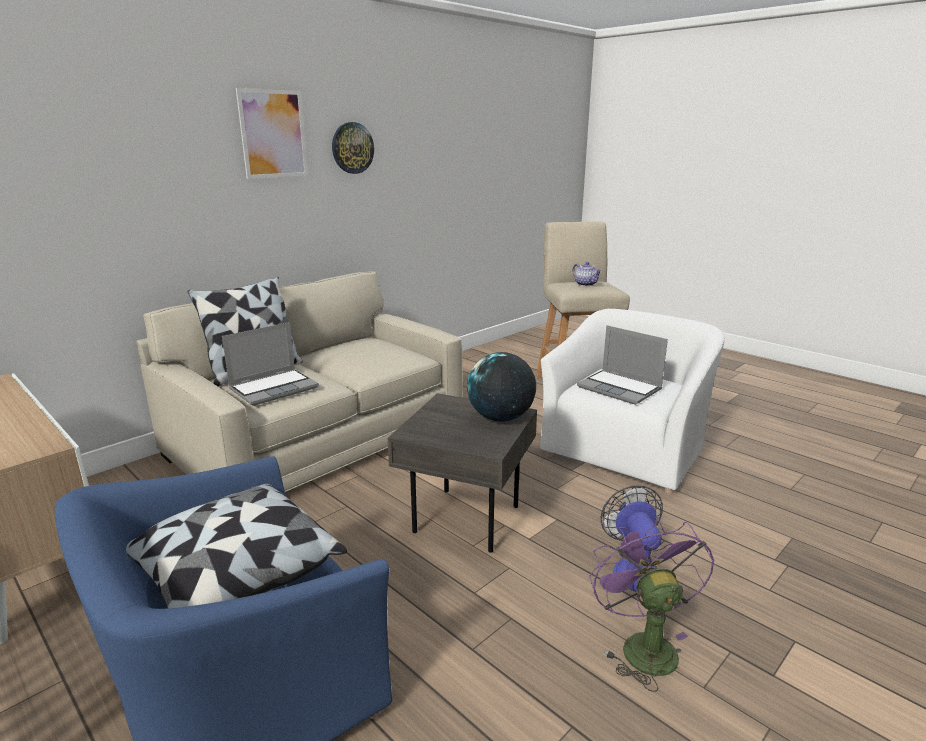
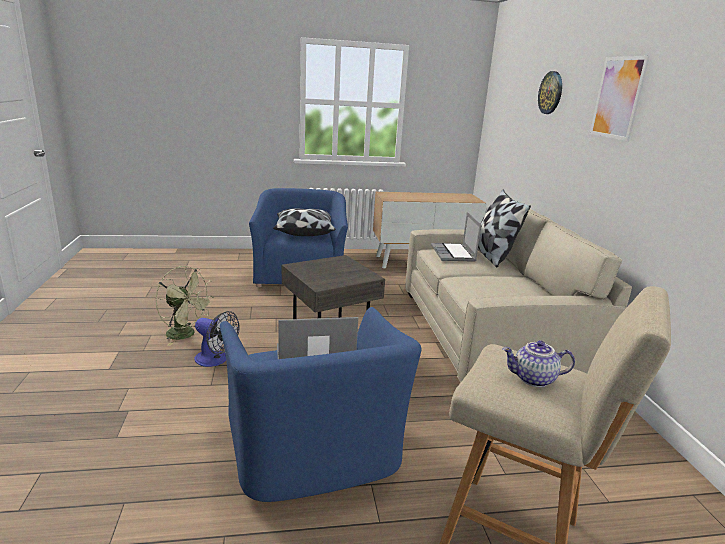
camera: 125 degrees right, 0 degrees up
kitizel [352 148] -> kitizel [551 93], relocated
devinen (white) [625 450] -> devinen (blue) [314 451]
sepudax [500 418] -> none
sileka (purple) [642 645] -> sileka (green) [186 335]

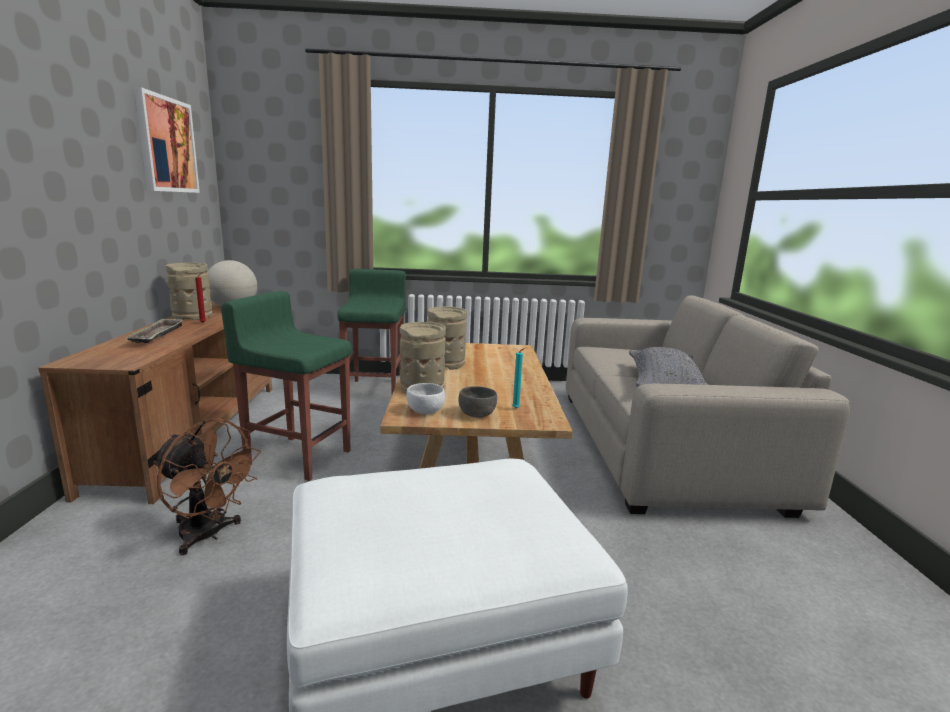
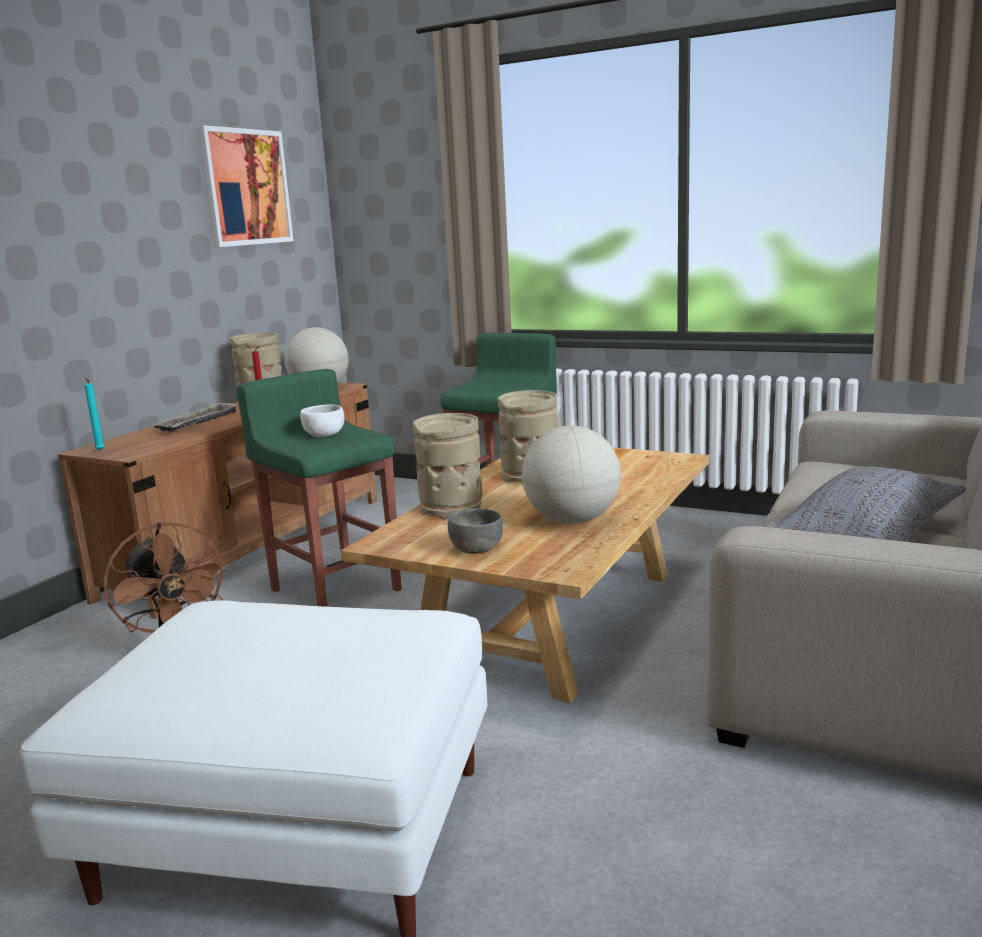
camera: 30 degrees right, 0 degrees up
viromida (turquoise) [516 409] -> viromida (turquoise) [99 450], relocated
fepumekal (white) [425 411] -> fepumekal (white) [324 435], relocated
none -> sepudax [572 521]

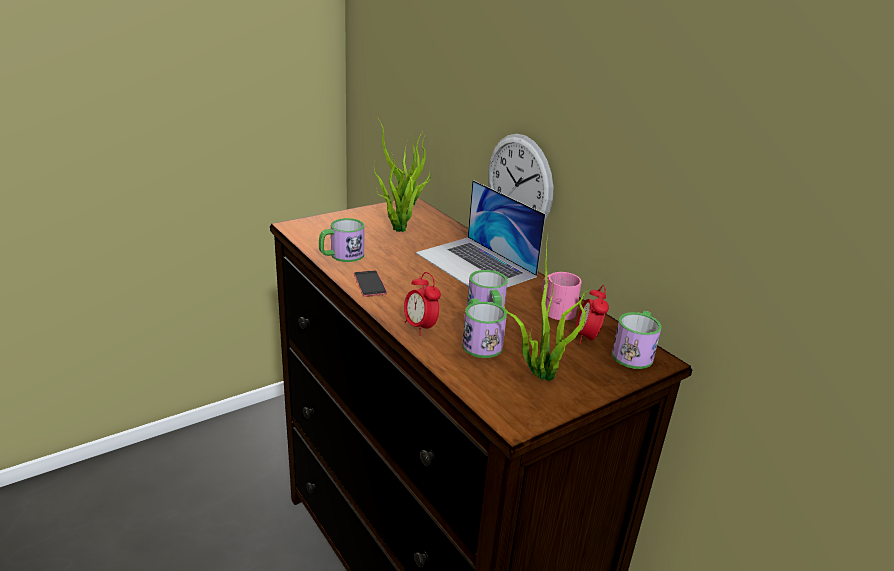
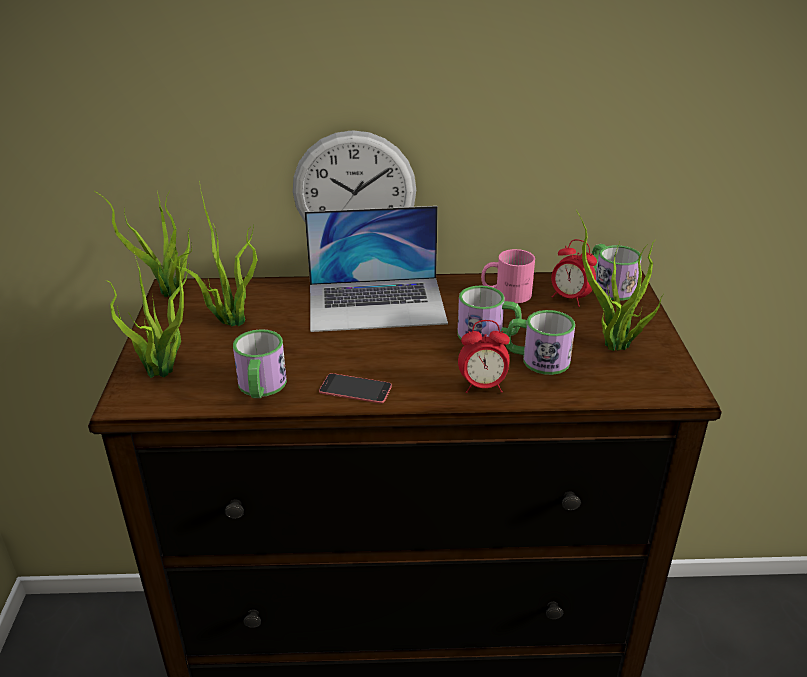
camera: 55 degrees left, 5 degrees up
none -> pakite [164 370]

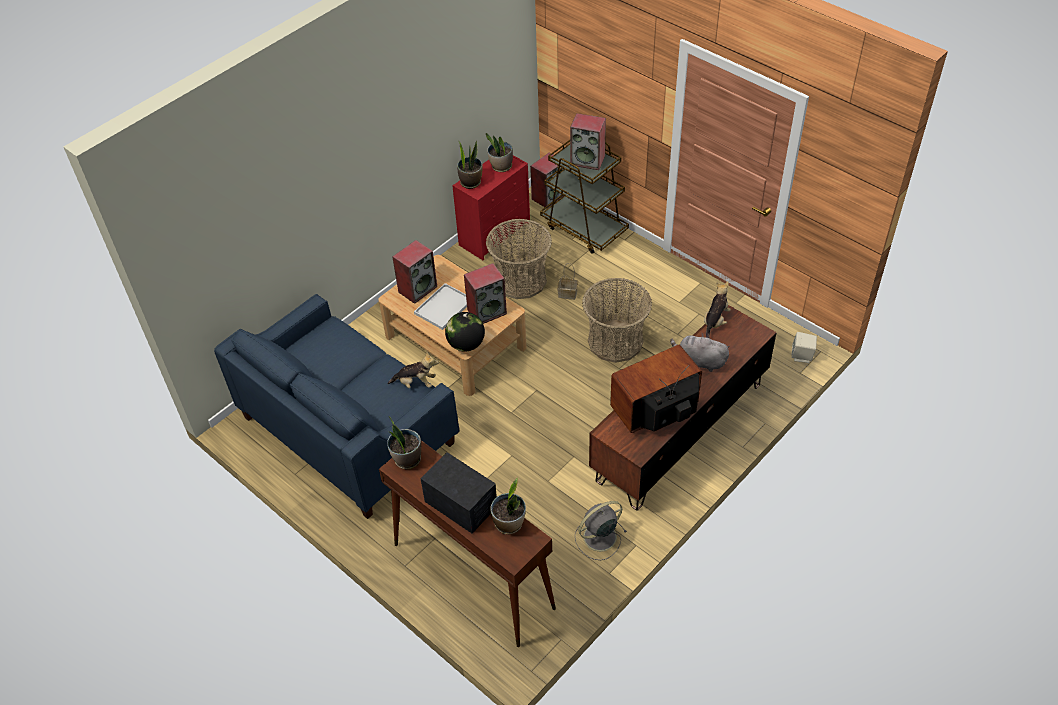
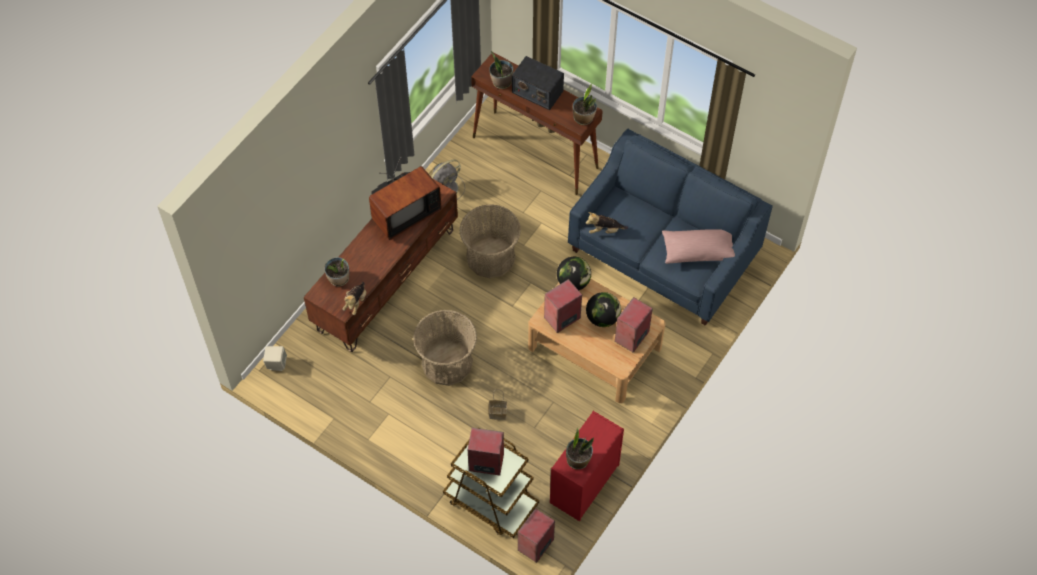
camera: 170 degrees right, 10 degrees up
pakite [470 182] -> pakite [339 279], relocated
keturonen [520 280] -> keturonen [491 257], relocated
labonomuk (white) [443 308] -> sepudax [602 318]
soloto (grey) [699 361] -> none
none -> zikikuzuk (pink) [698 251]

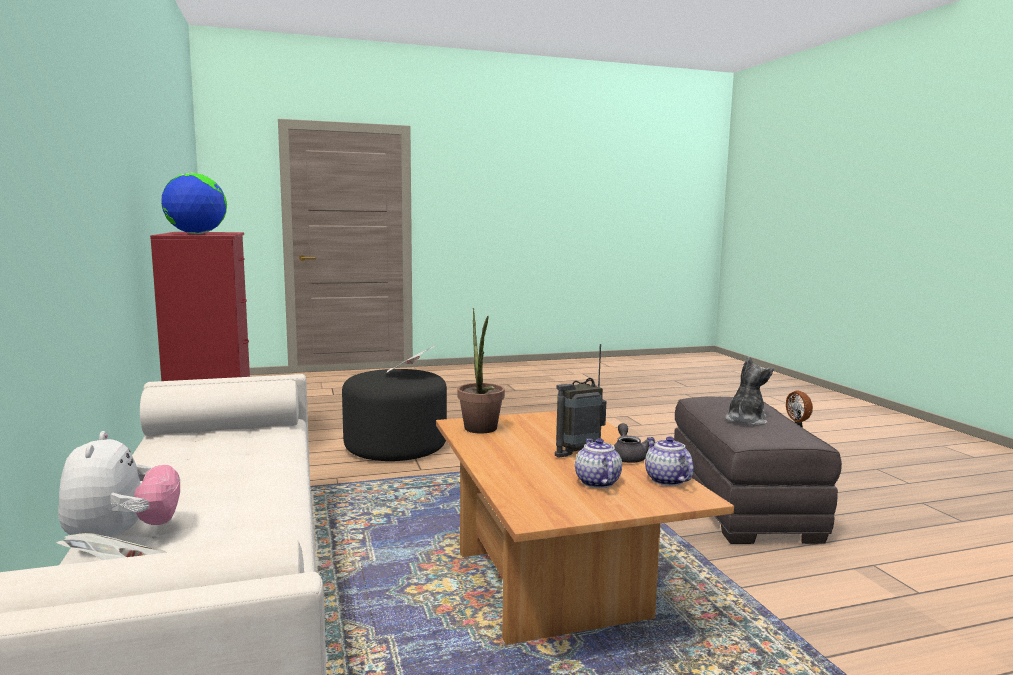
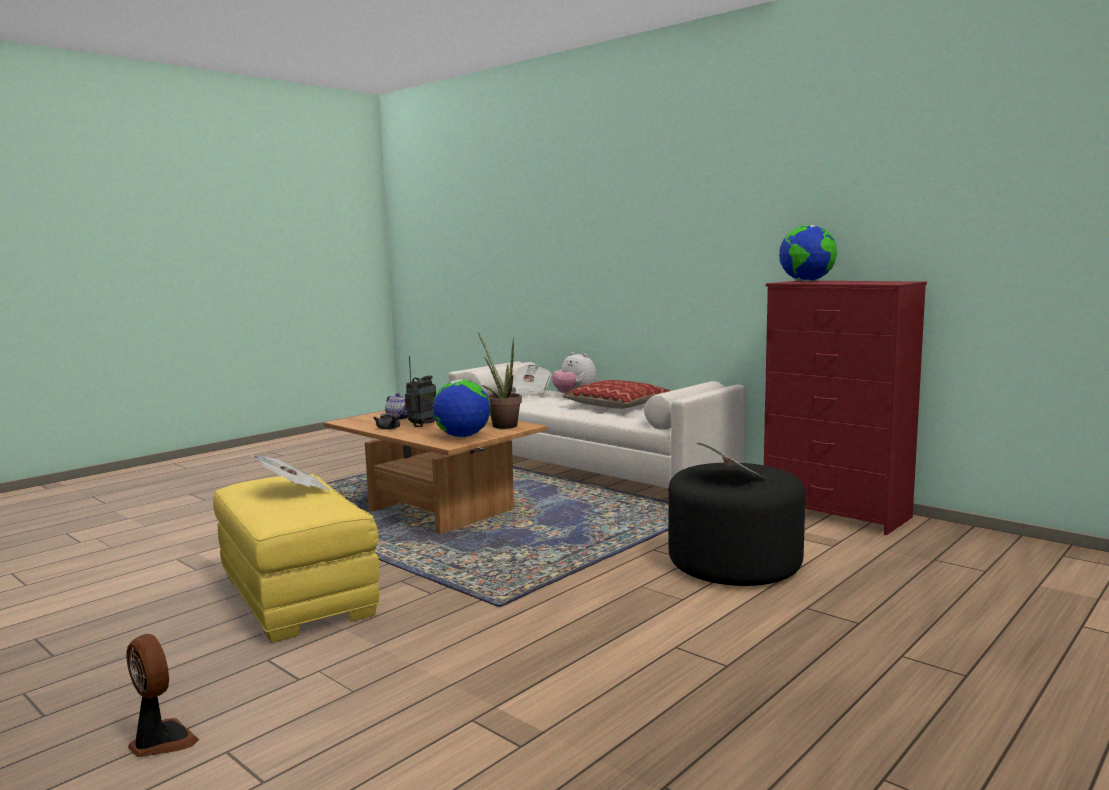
camera: 150 degrees right, 0 degrees up
soloto [746 420] -> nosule [294 492]
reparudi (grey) [744 505] -> reparudi (yellow) [295 594]
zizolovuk [666 479] -> none
none -> sepudax [462 436]
none -> zikikuzuk [617 405]

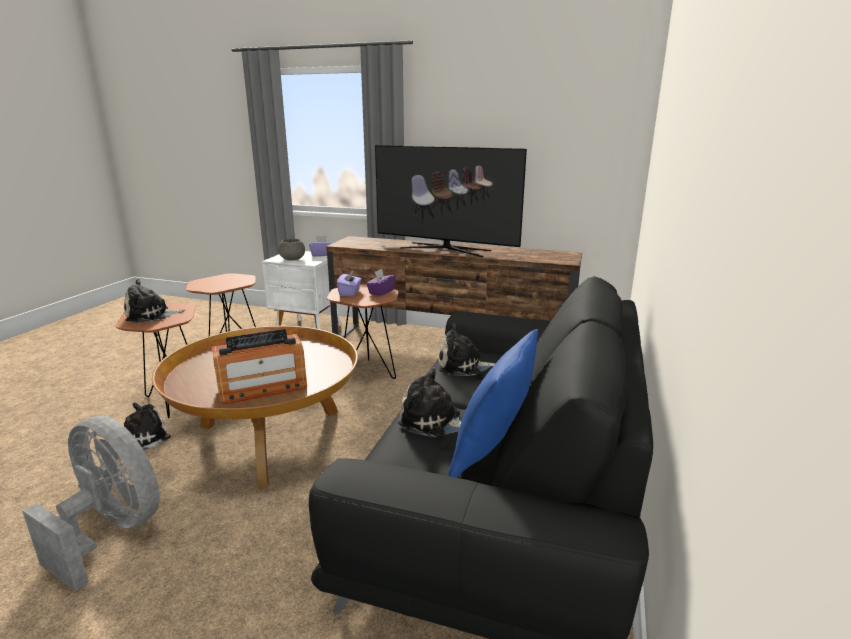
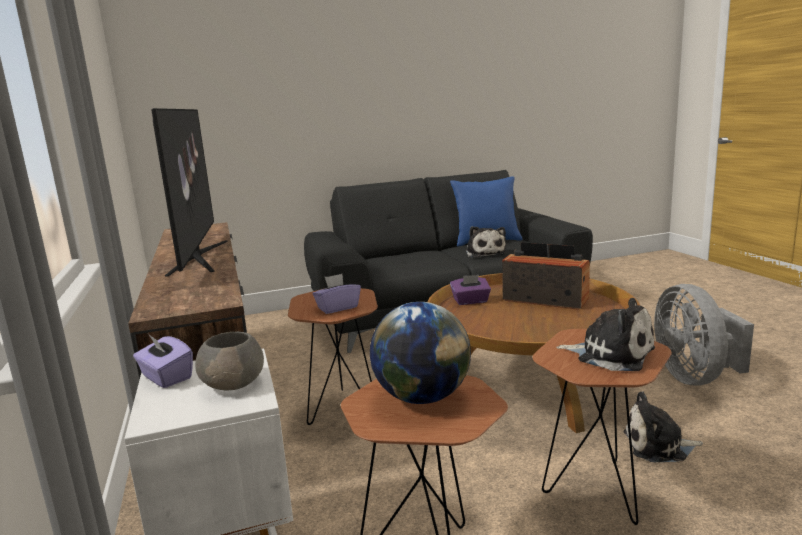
camera: 125 degrees left, 5 degrees down
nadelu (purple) [381 292] -> nadelu (purple) [471 301], relocated
soloto [463 366] -> none
none -> sepudax [422 397]

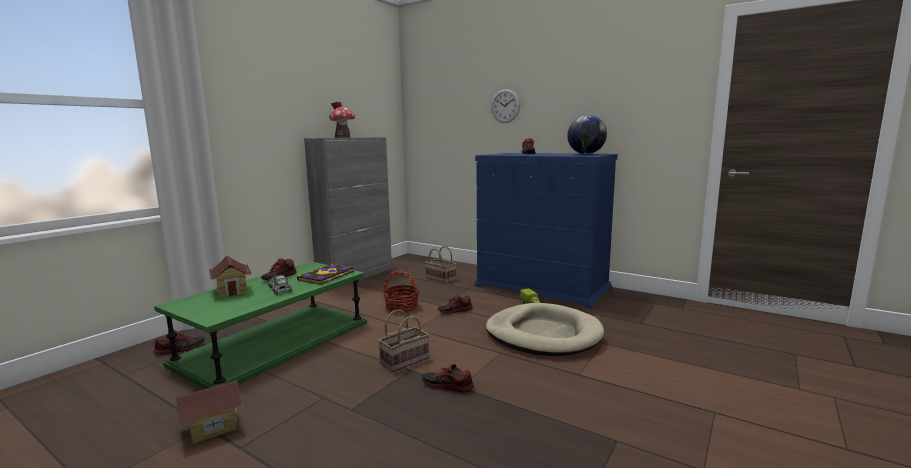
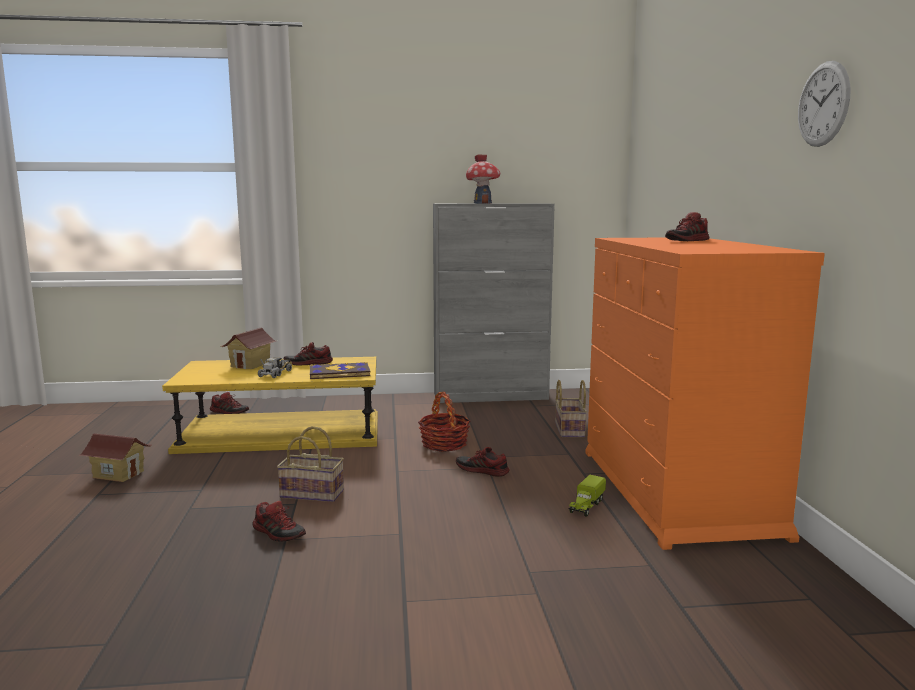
camera: 50 degrees right, 0 degrees up
kitizel [505 106] -> kitizel [823 104], relocated
sepudax [586 154] -> none
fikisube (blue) [542 287] -> fikisube (orange) [676 491]
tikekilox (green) [275 343] -> tikekilox (yellow) [280 433]
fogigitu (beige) [543 334] -> none
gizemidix [448 386] -> gizemidix [279 533], 150 degrees clockwise

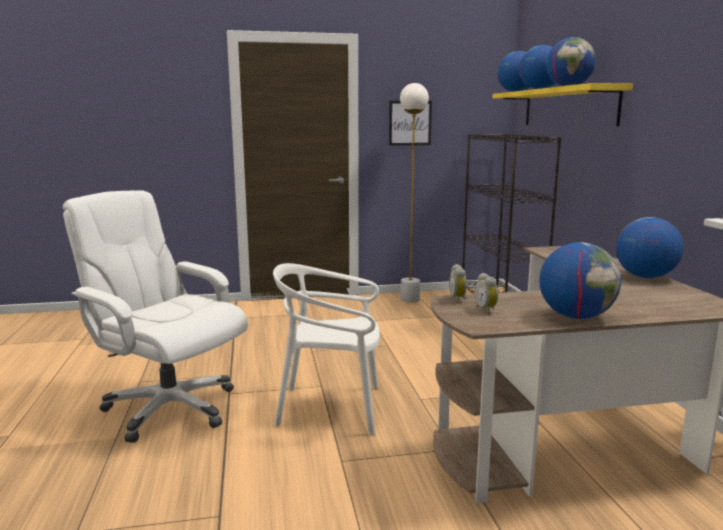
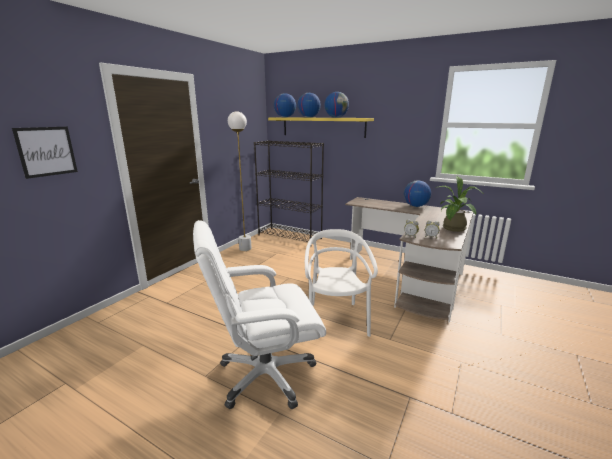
camera: 50 degrees left, 5 degrees up
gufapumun [410 123] -> gufapumun [46 151], relocated
sepudax [575 316] -> pakite [453 229]
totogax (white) [331 408] -> totogax (white) [335 320], 135 degrees clockwise

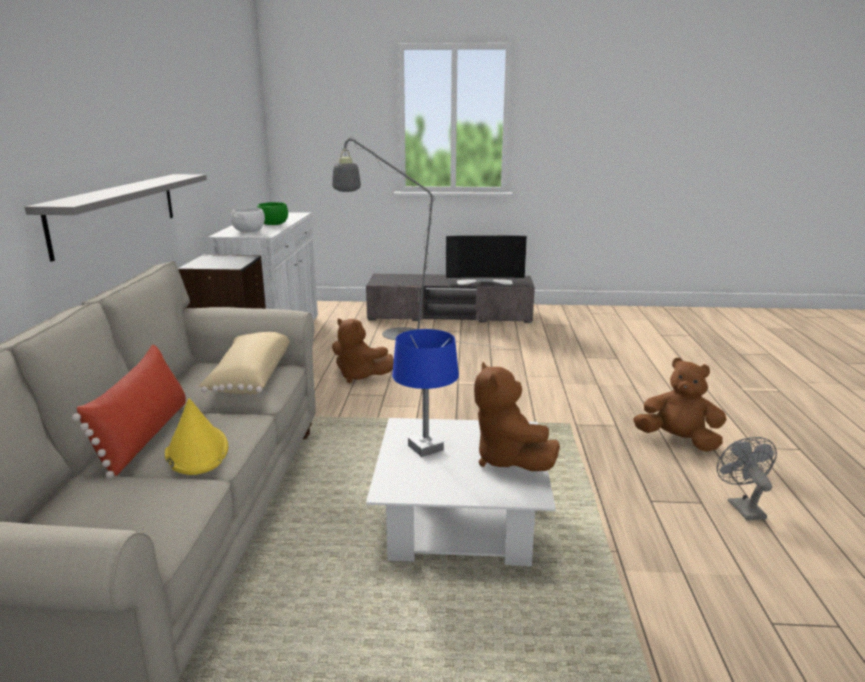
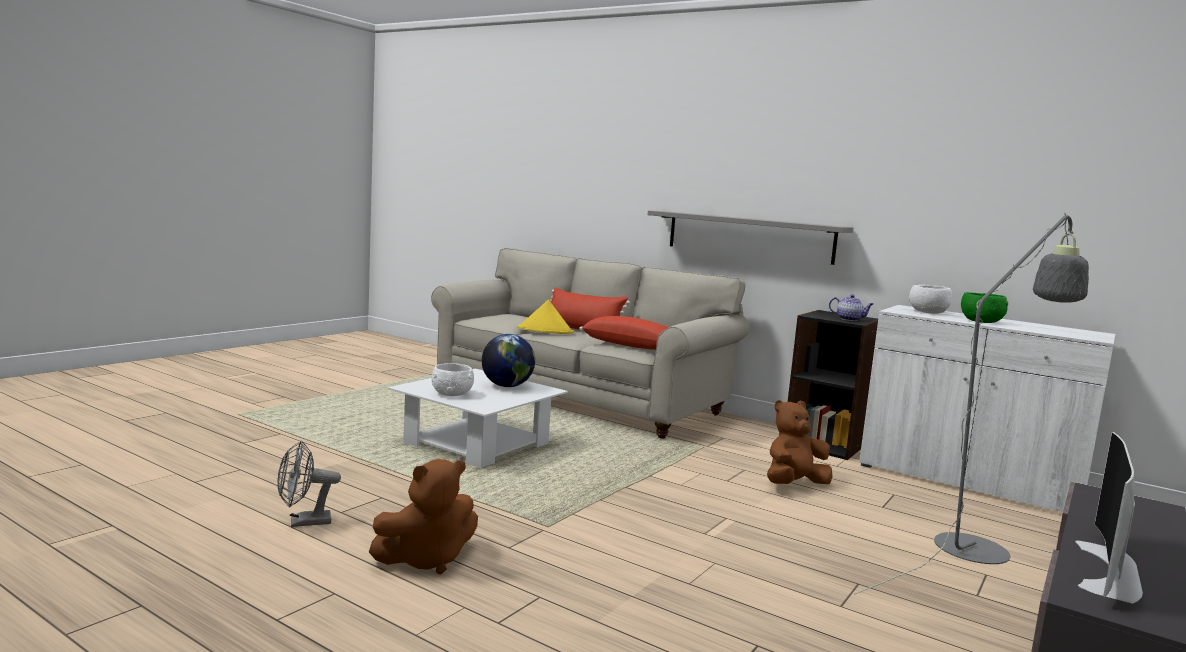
camera: 120 degrees right, 10 degrees down
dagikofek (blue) [425 448] -> sepudax [507 386]
zikikuzuk (beige) [249 378] -> zikikuzuk (red) [633 346]
soloto (brown) [508 460] -> fepumekal (white) [452 394]
sileka (grey) [742 506] -> sileka (grey) [303 522], 135 degrees clockwise
none -> zizolovuk [850 319]

